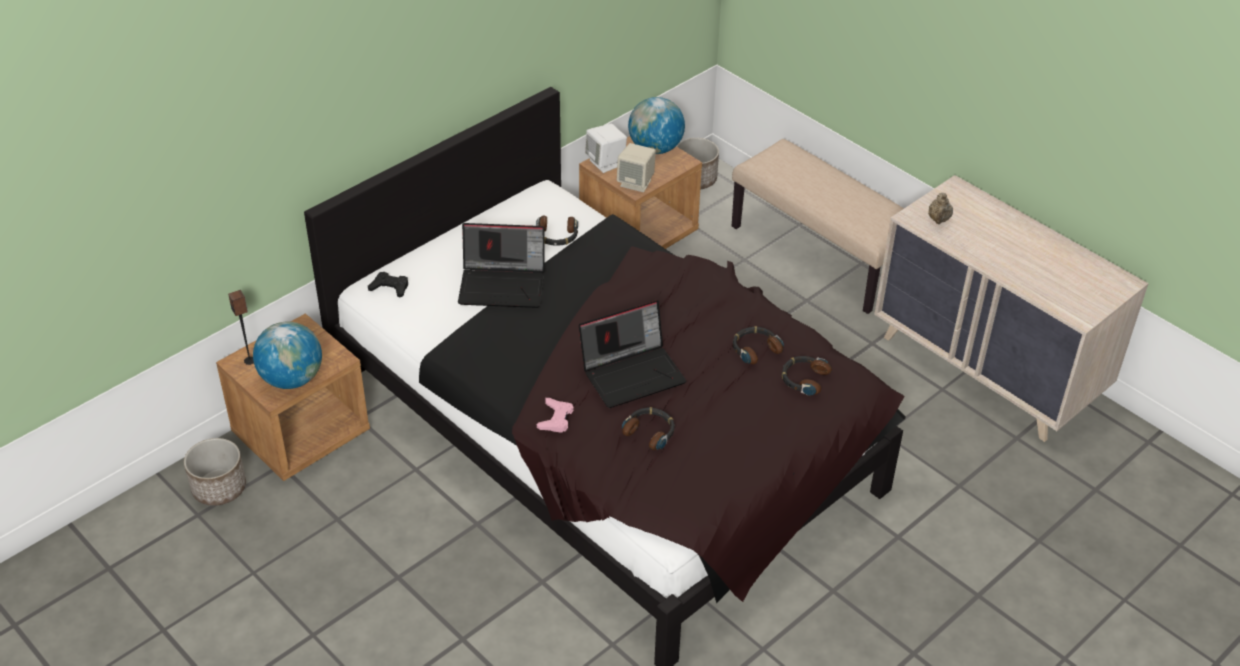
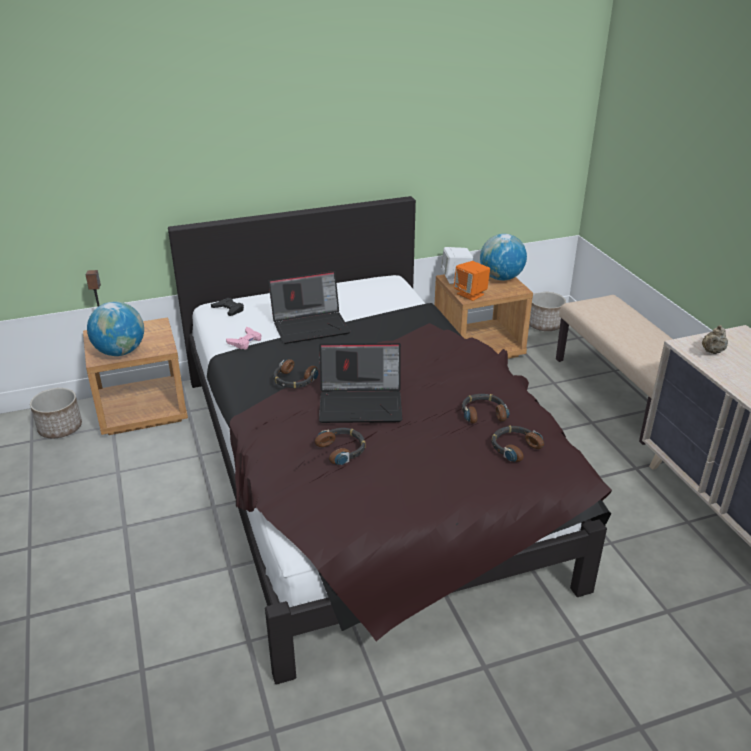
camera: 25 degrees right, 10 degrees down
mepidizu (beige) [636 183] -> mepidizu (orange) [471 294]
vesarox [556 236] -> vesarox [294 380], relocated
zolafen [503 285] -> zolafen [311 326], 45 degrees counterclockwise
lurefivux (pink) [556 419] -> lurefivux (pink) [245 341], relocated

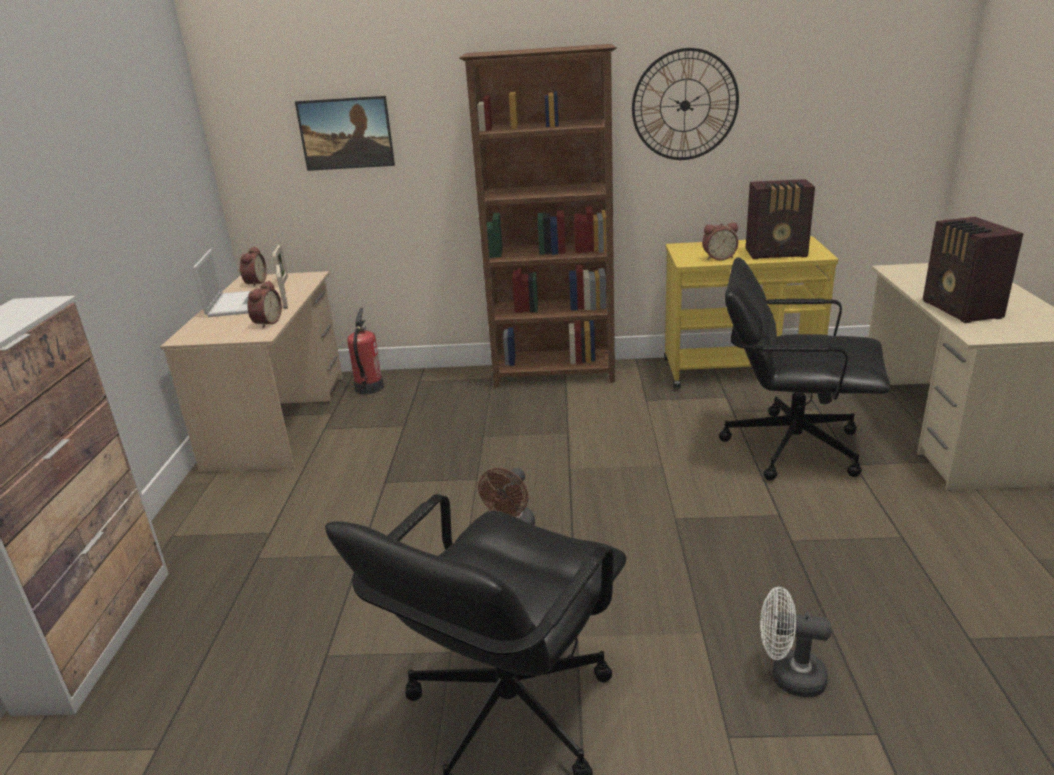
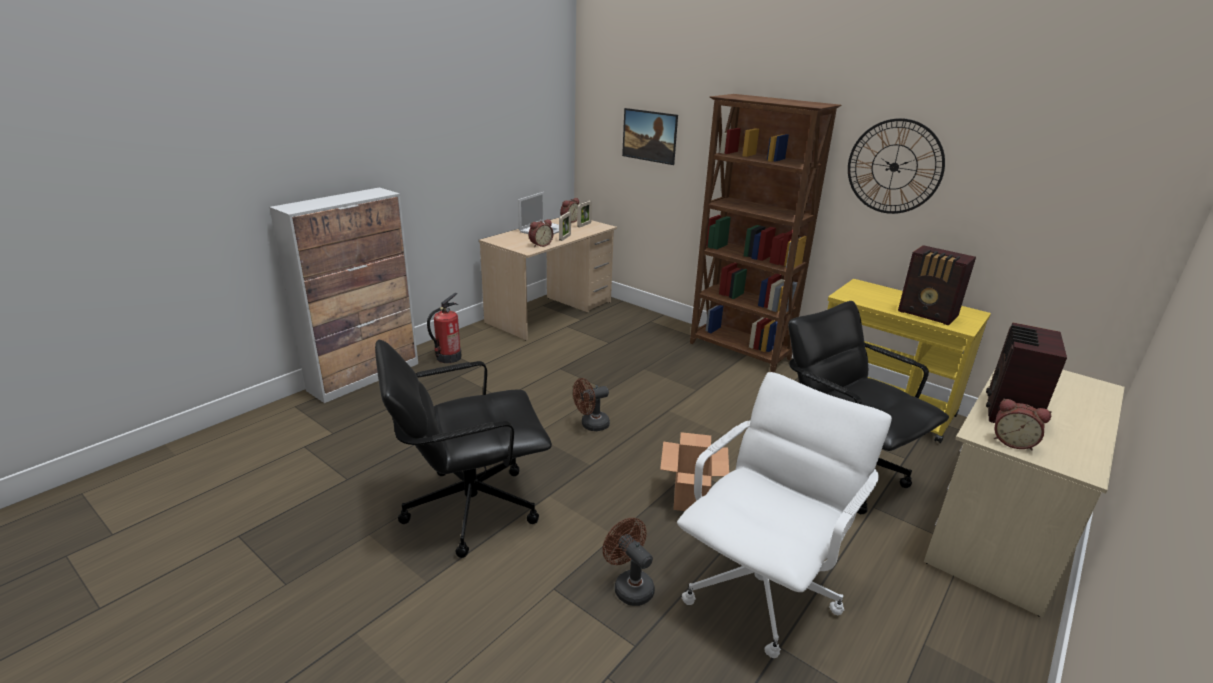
camera: 35 degrees right, 0 degrees up
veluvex [718 257] -> veluvex [1012 442], relocated
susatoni [369 388] -> susatoni [448 357], relocated
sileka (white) [788 676] -> sileka (brown) [629 586]
none -> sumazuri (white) [761 589]
none -> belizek [691 497]

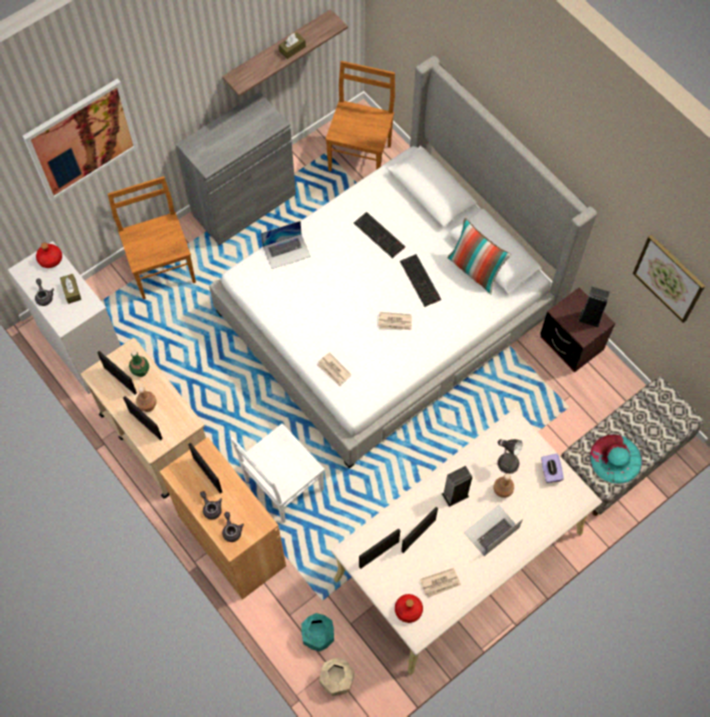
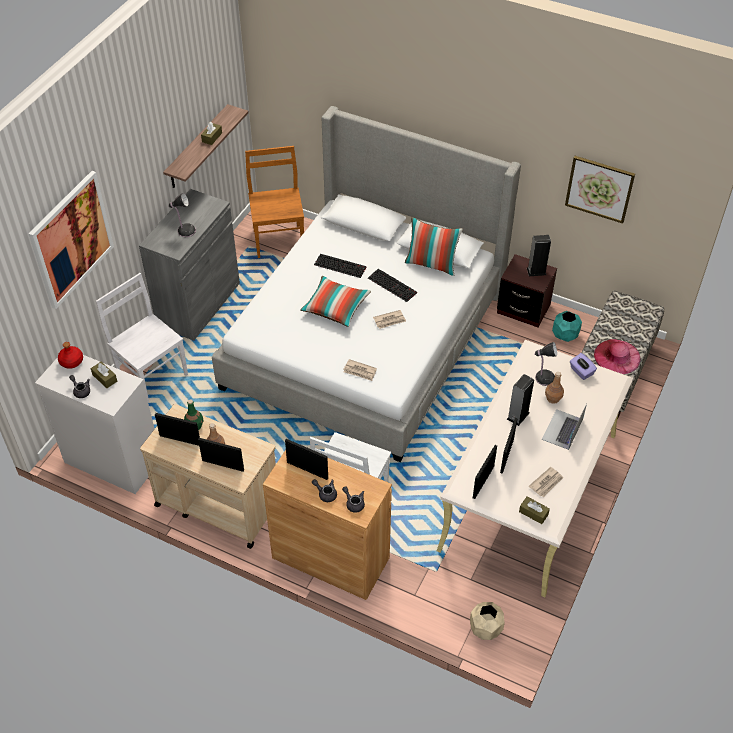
camera: 25 degrees left, 15 degrees down
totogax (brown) [162 269] -> totogax (white) [152 375]
zolafen [286 251] -> none
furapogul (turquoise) [615 458] -> furapogul (pink) [617 356]
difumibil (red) [408 610] -> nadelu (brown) [533 513]
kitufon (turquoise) [317 636] -> kitufon (turquoise) [564 335], relocated
none -> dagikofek [185 230]
none -> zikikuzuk [335 307]

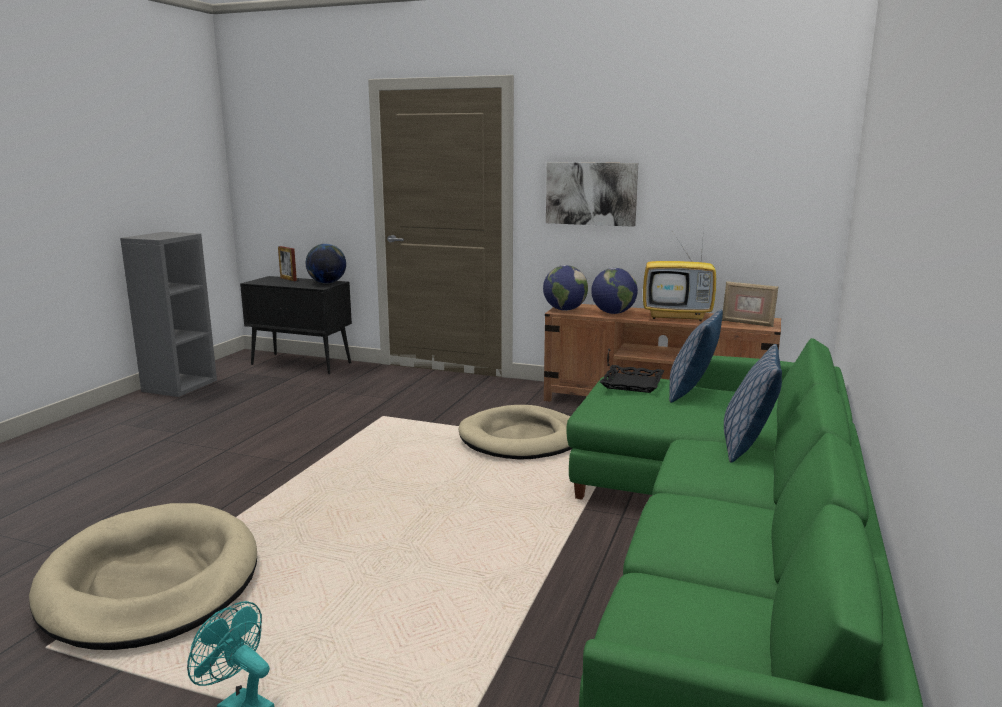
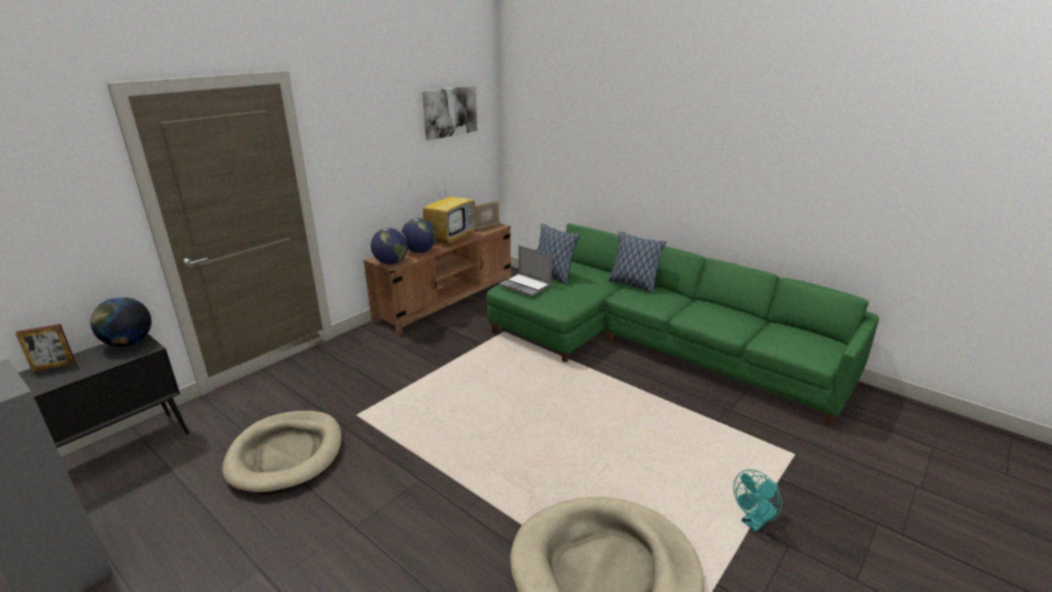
camera: 70 degrees left, 10 degrees up
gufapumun [591 193] -> gufapumun [449 112], relocated
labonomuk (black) [633 383] -> zolafen [526 286]
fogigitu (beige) [522 439] -> fogigitu (beige) [286 454], relocated

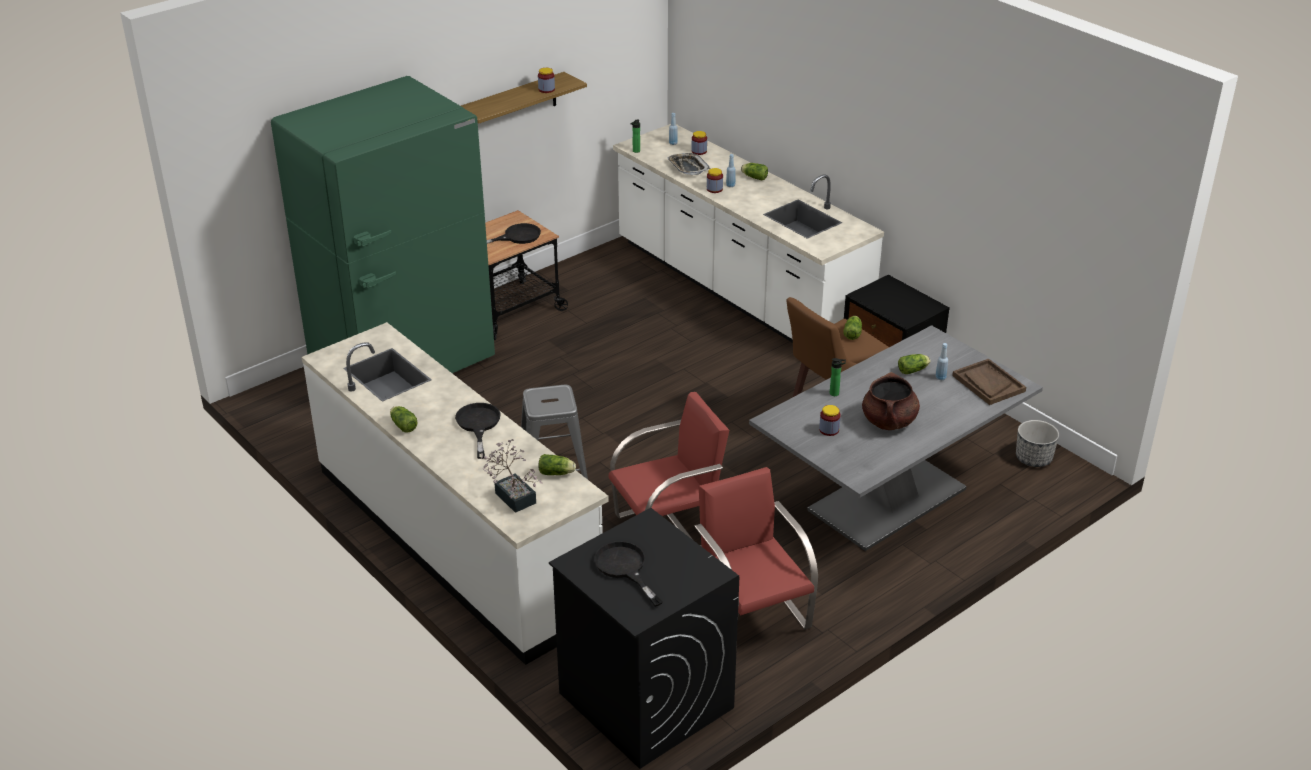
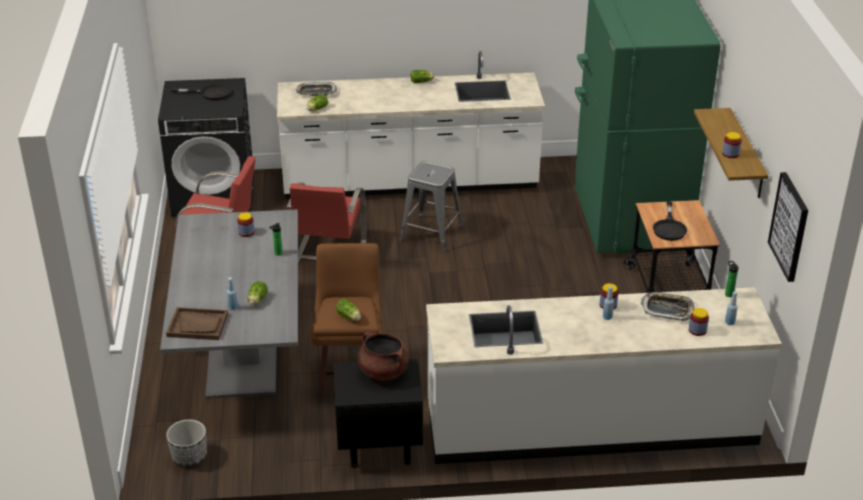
camera: 125 degrees right, 0 degrees up
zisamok [753 177] -> none
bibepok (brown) [889 421] -> bibepok (brown) [383 372], relocated
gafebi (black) [478 425] -> none
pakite [513 495] -> labonomuk [316 92]
none -> gufapumun [790 226]

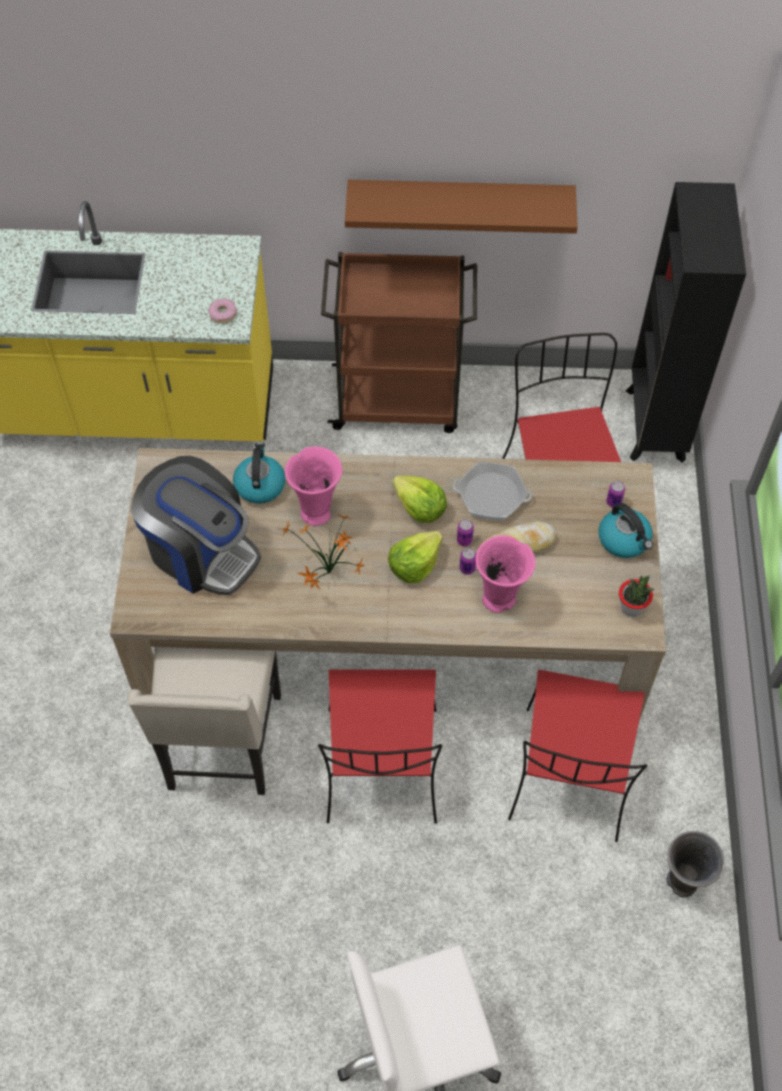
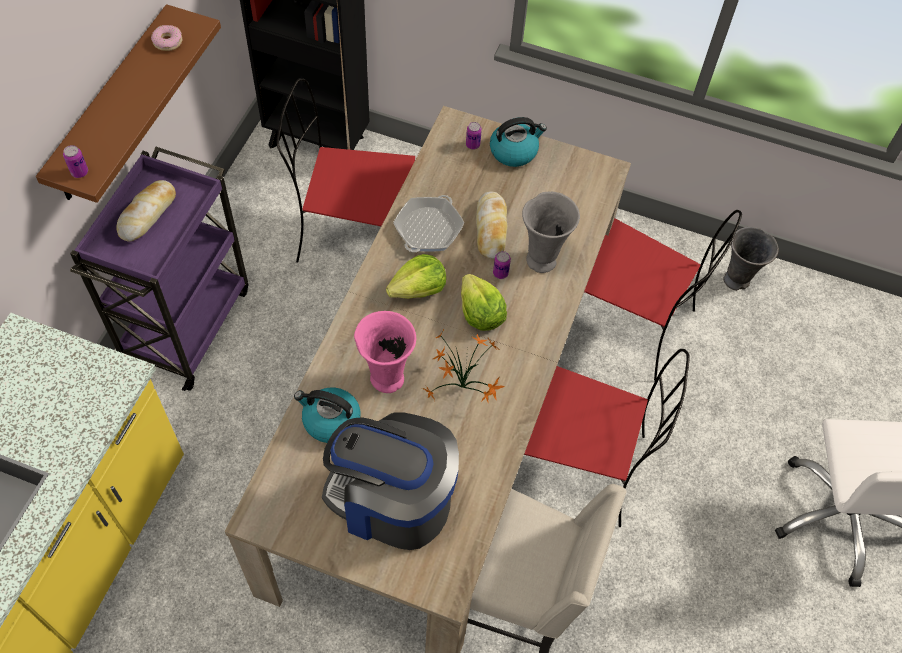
camera: 75 degrees left, 0 degrees up
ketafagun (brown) [399 401] -> ketafagun (purple) [186 323]
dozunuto [223 314] -> dozunuto [168 42], relocated
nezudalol [201 551] -> nezudalol [392 500], 120 degrees counterclockwise
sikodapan [464 540] -> sikodapan [79 172], relocated
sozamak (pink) [500 599] -> sozamak (grey) [542 259]
pakite [631 608] -> none
none -> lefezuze [147 214]

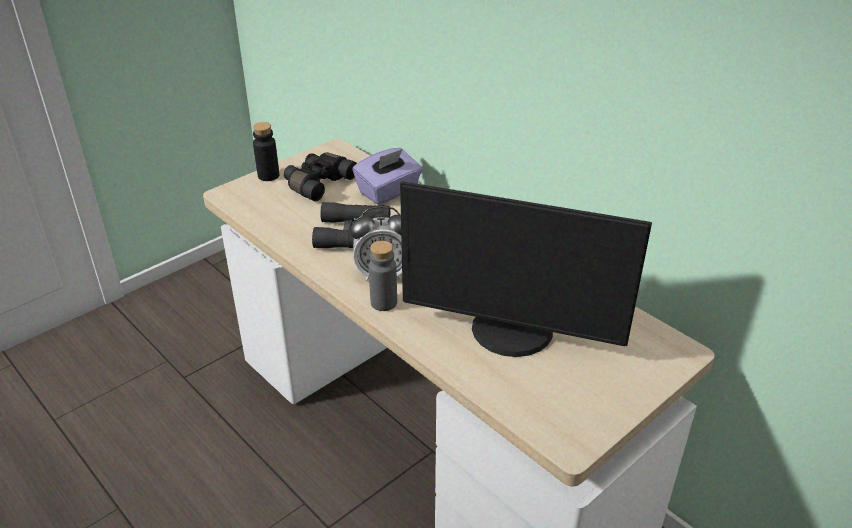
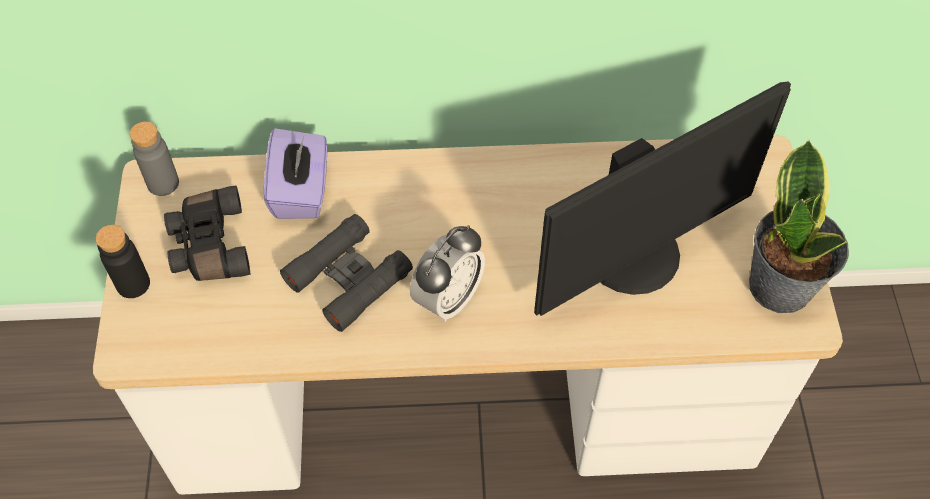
camera: 50 degrees left, 20 degrees up
difumibil (grey) [383 302] -> difumibil (grey) [163 183], relocated
none -> pakite [781 286]

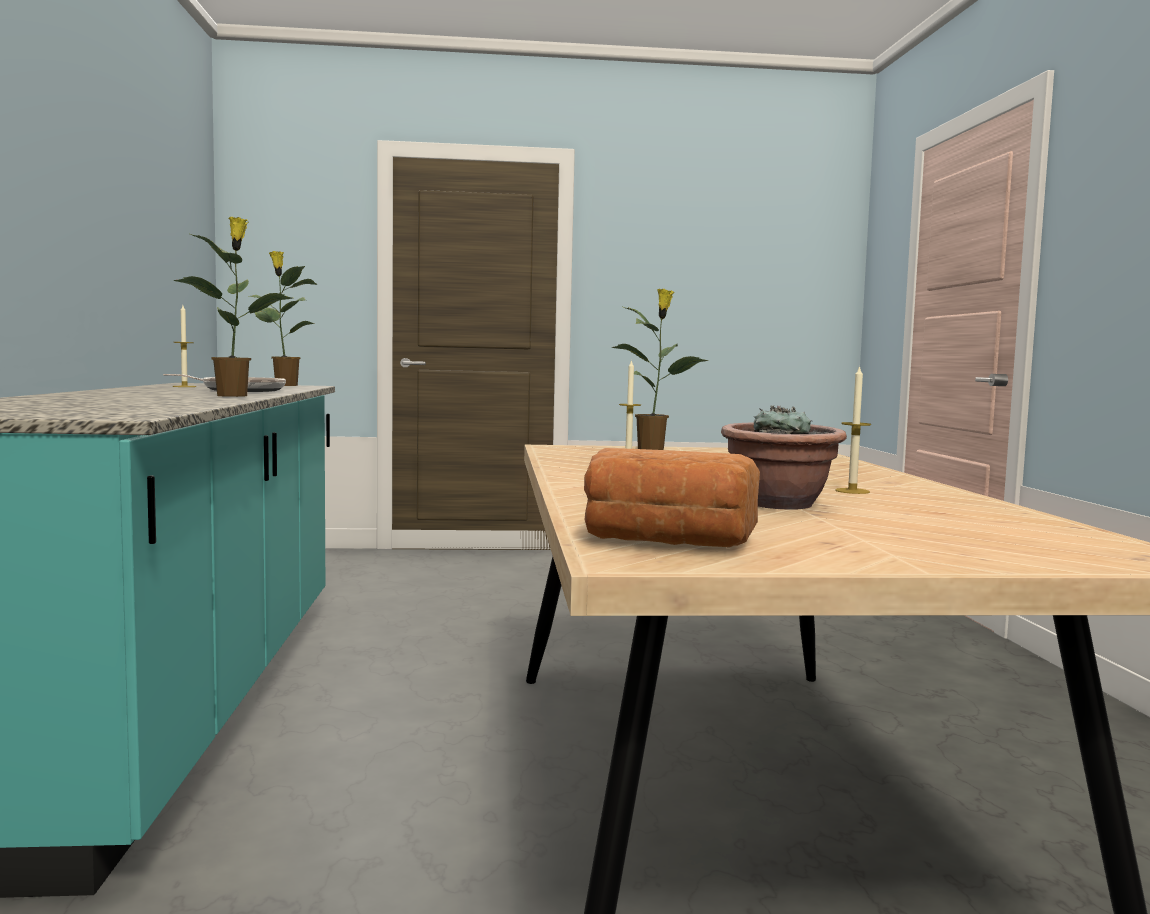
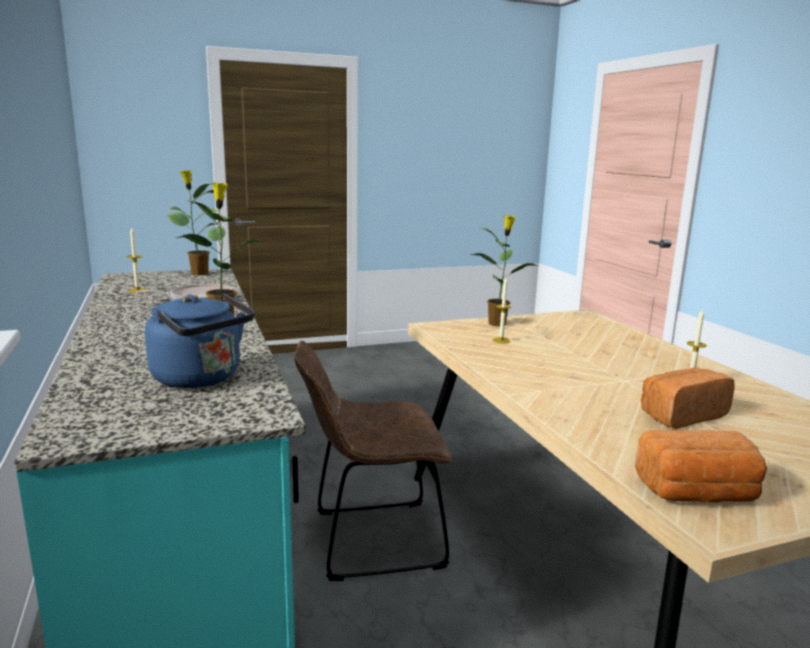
camera: 15 degrees left, 10 degrees up
pakite [780 504] -> lefezuze [680 415]
none -> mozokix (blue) [201 379]
none -> totogax (brown) [370 540]

